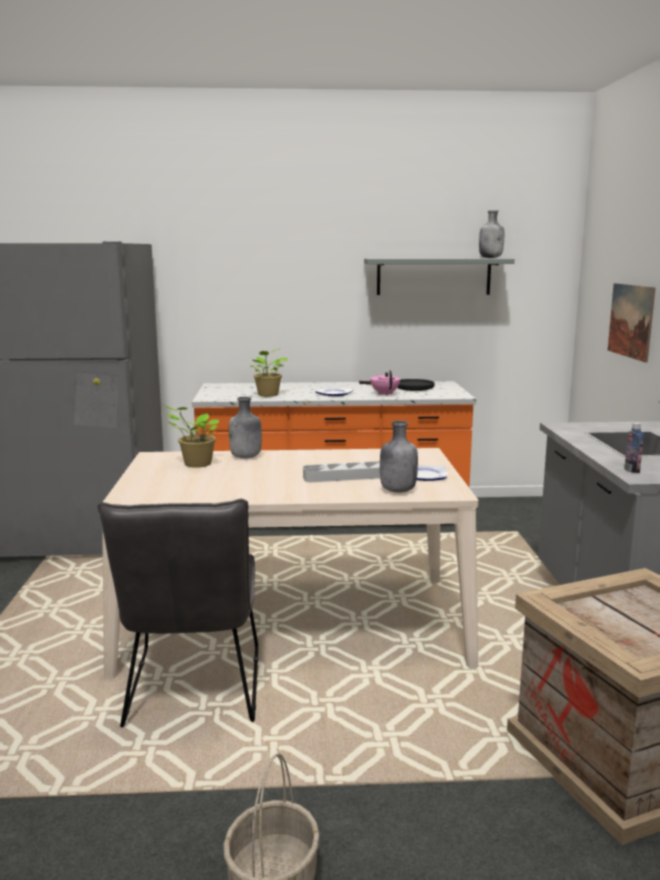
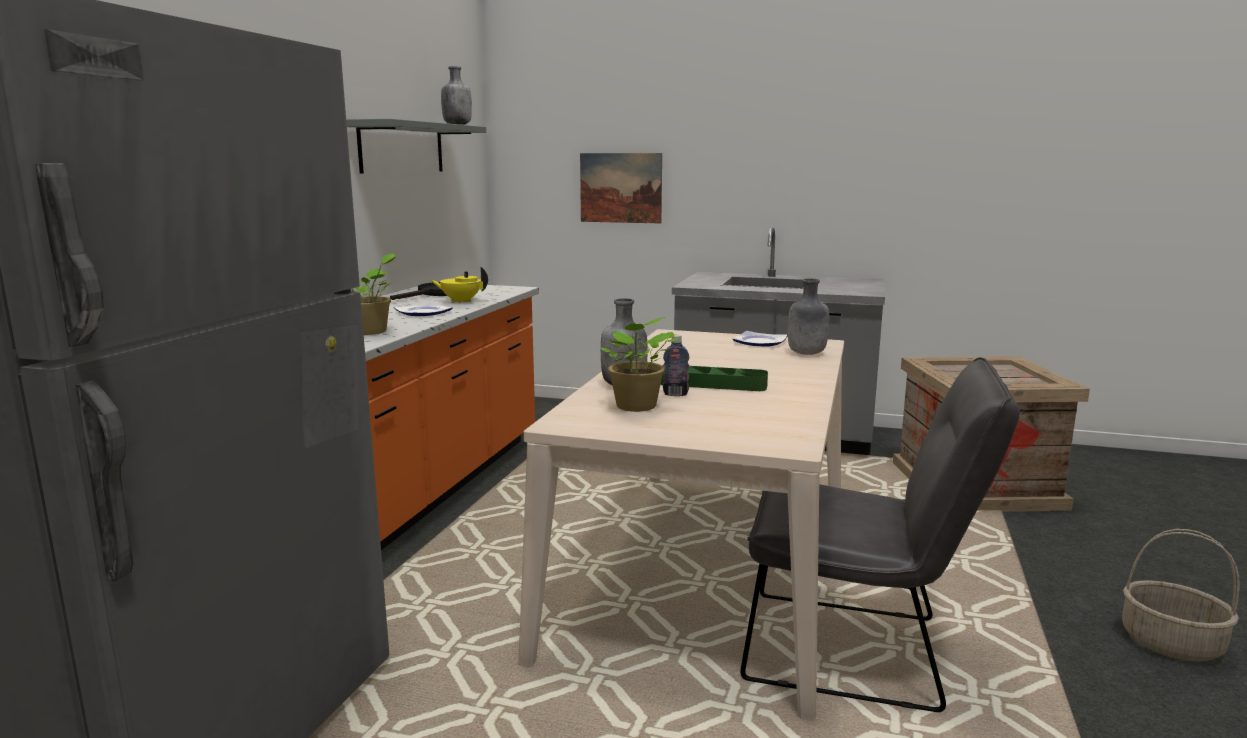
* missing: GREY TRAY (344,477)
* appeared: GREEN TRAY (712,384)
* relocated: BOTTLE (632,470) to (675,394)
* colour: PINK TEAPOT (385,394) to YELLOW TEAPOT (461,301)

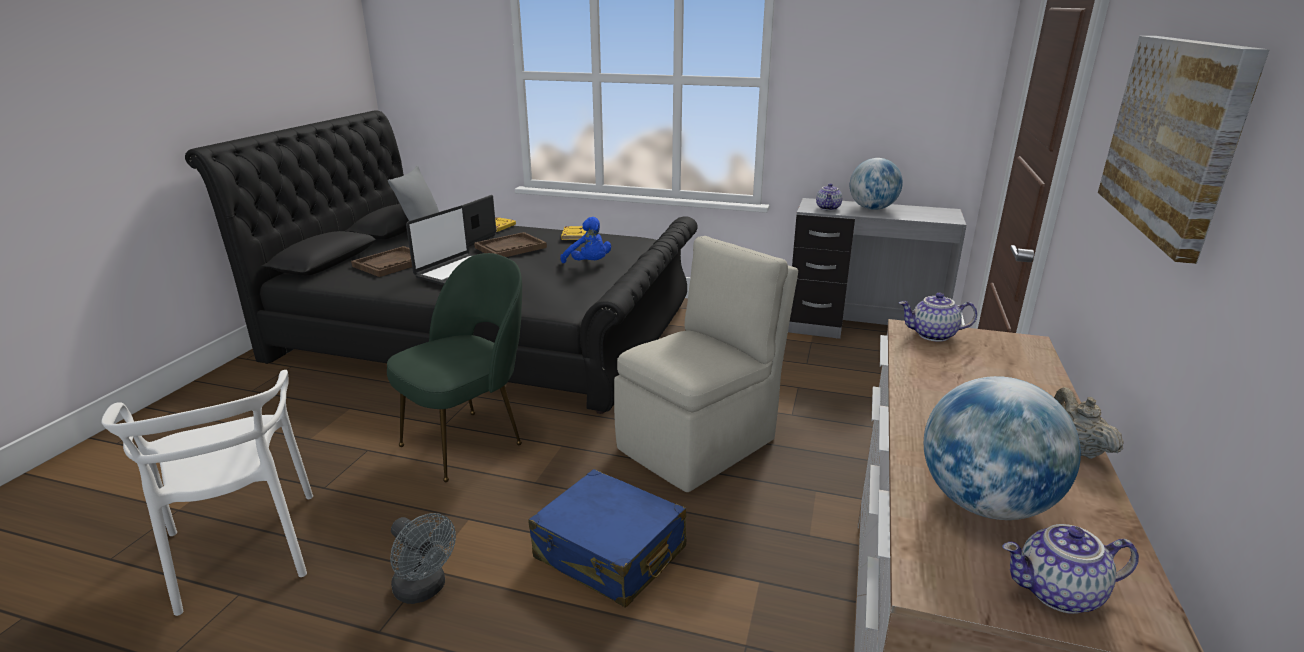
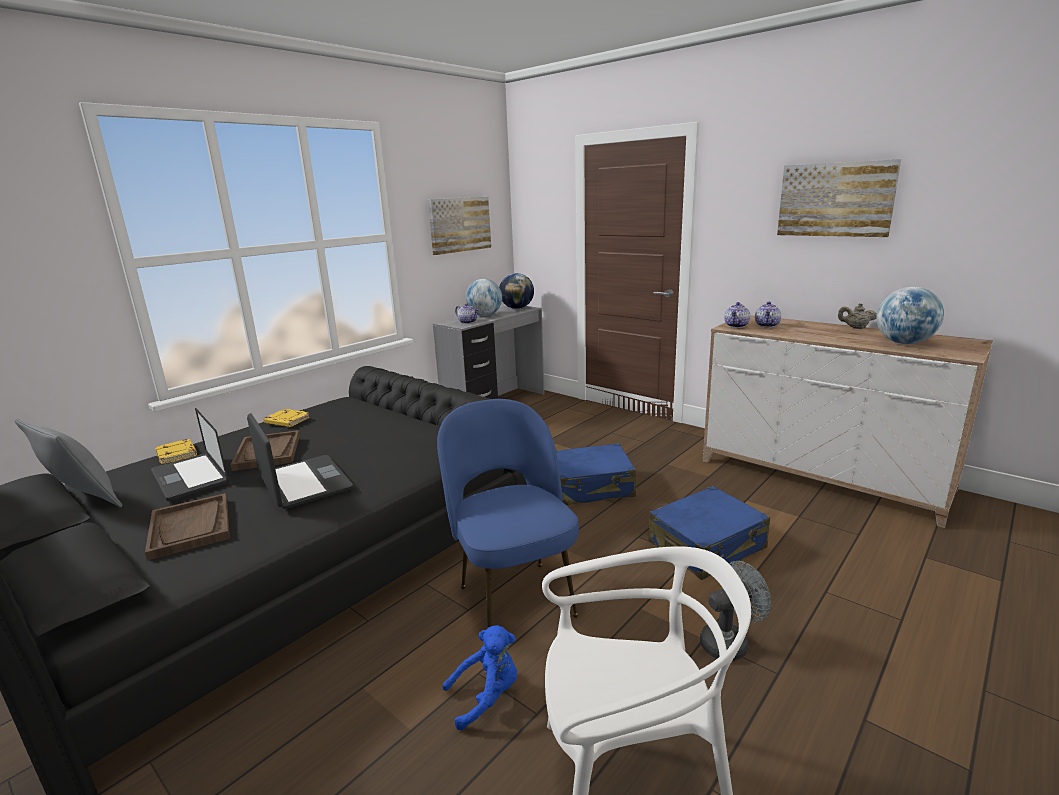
* appeared: PICTURE (459,224)
* appeared: GLOBE (517,308)
* relocated: BLUE PLUSH TOY (589,264) to (486,696)
* relocated: TEAPOT (1058,594) to (767,325)
* exchanged: BEIGE CHAIR (700,442) to BLUE SUITCASE (592,487)
* colour: GREEN CHAIR (470,441) to BLUE CHAIR (514,595)

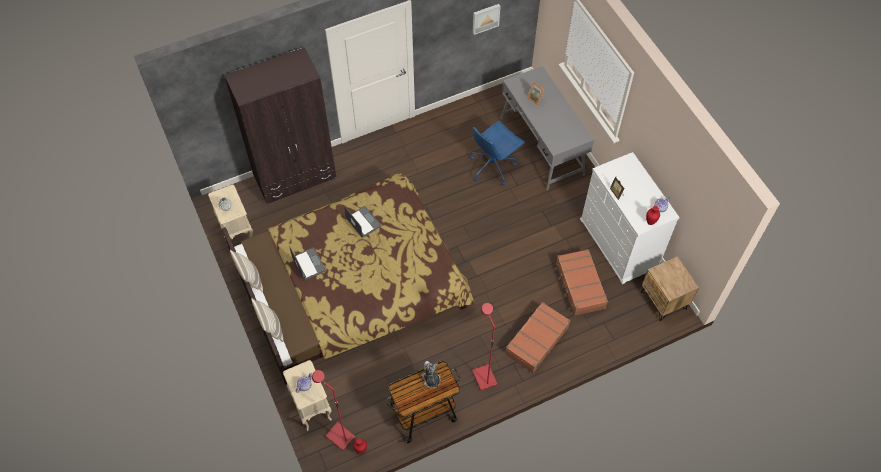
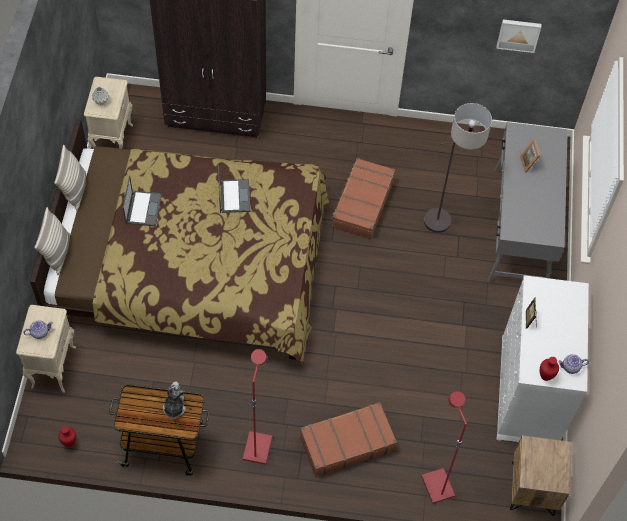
* relocated: RED FLOOR LAMP (339,437) to (436,486)
* relocated: BROWN SUITCASE (579,286) to (362,204)
* exchanged: BLUE OFFICE CHAIR (493,166) to GREY FLOOR LAMP (445,220)

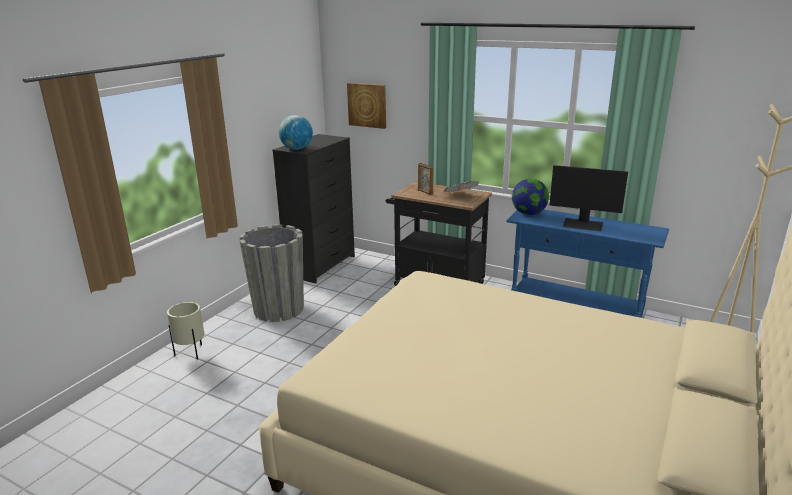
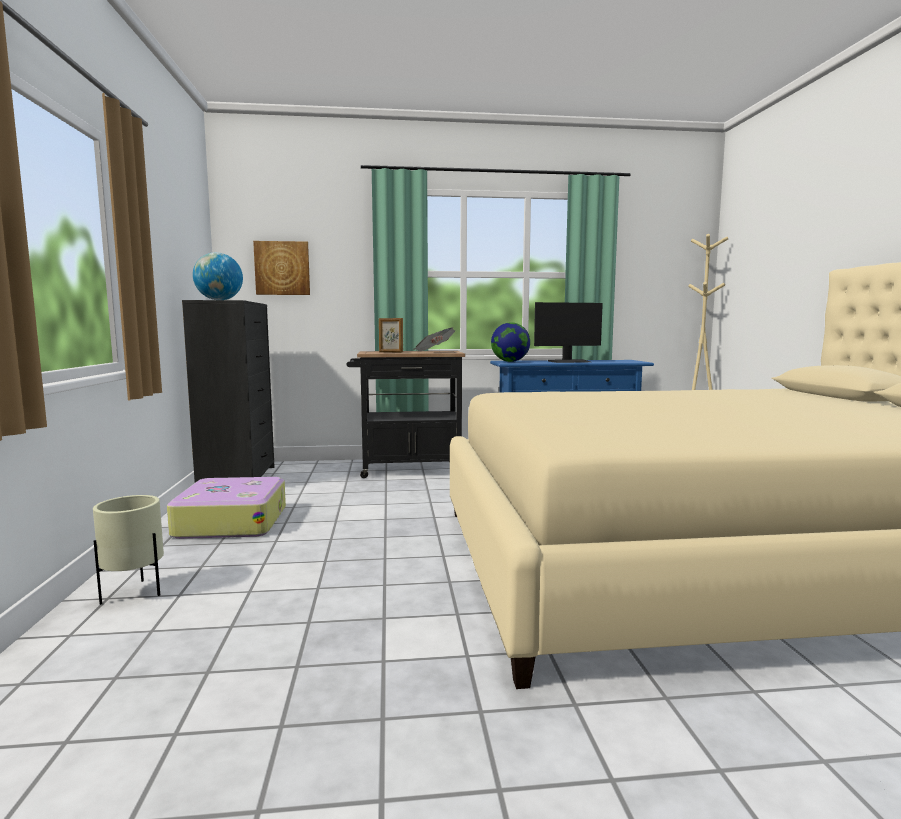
* exchanged: GREY PLANTER (278,309) to SUITCASE (231,522)

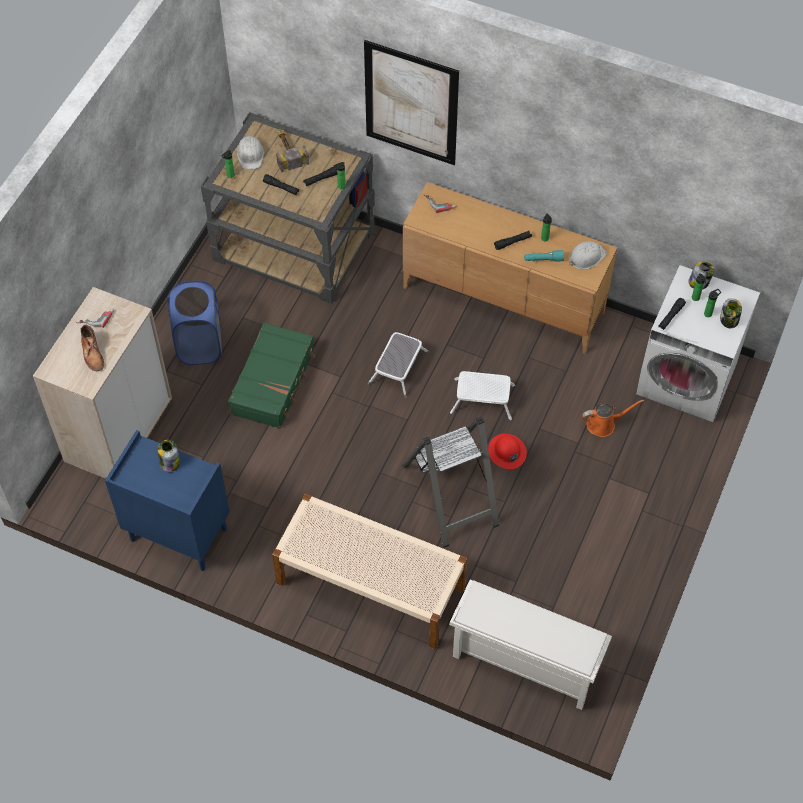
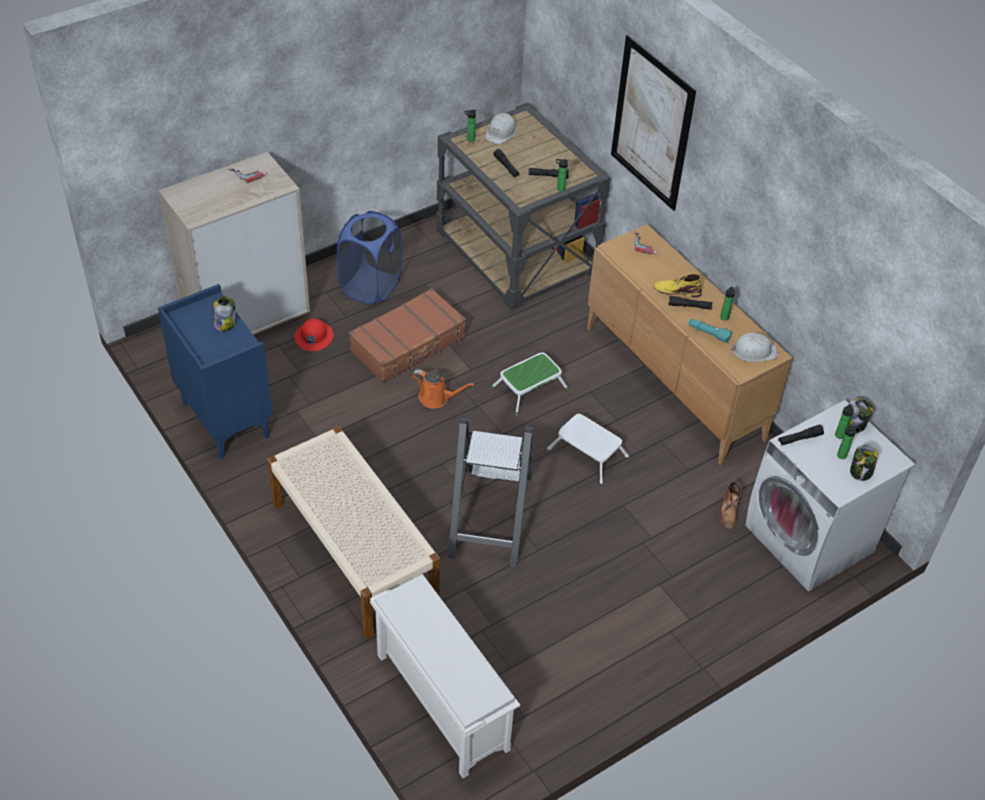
* missing: HAMMER (287,151)
* appeared: YELLOW BOOT (676,290)
* relocated: BROWN BOOT (92,353) to (729,511)
* relocated: RED HARD HAT (507,452) to (313,337)
* relocated: ORANGE WATERING CAN (604,424) to (436,398)
* colour: GREEN SUITCASE (274,382) to BROWN SUITCASE (409,345)
* colour: GREY STEP LADDER (399,368) to GREEN STEP LADDER (530,389)

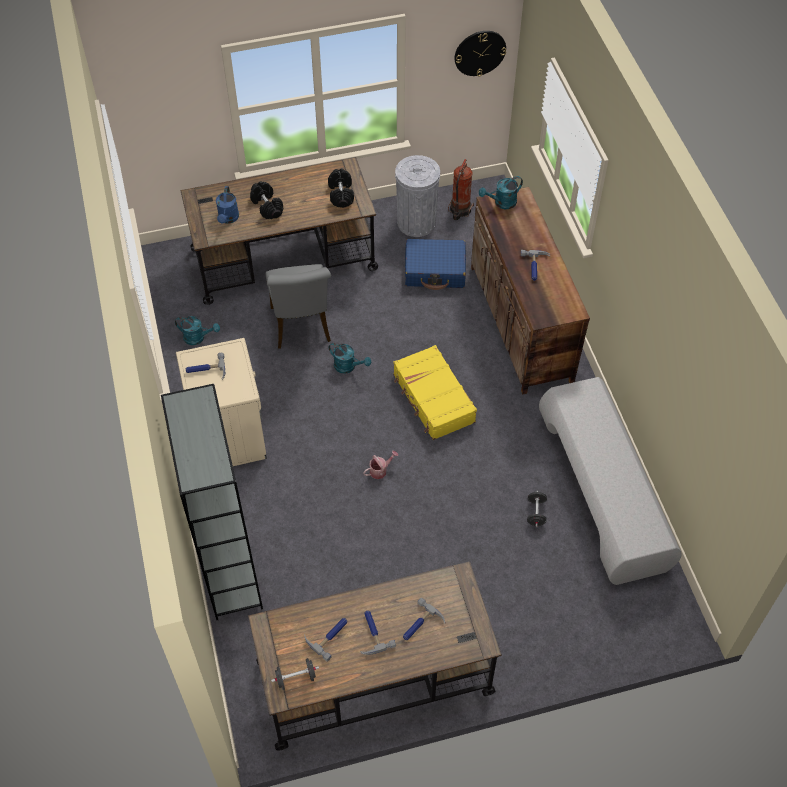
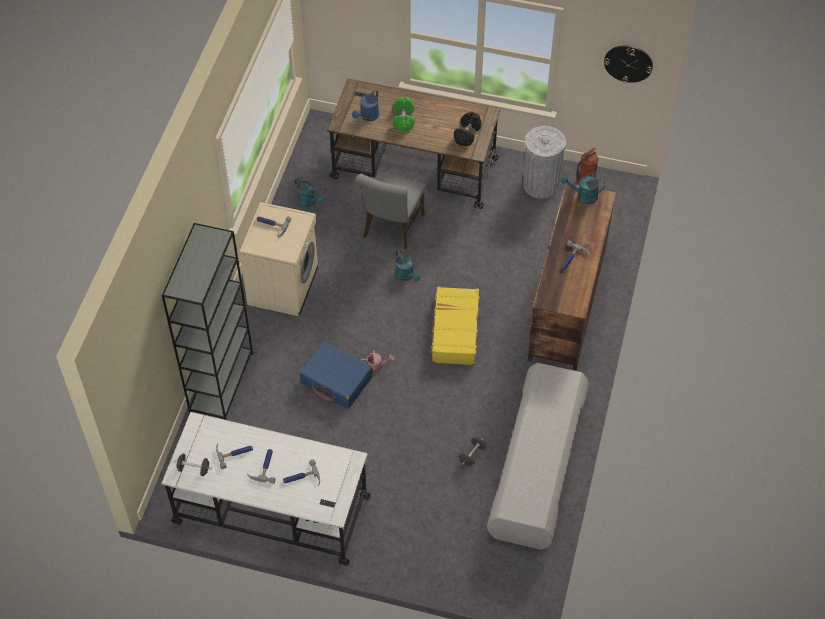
* relocated: BLUE SUITCASE (435,270) to (336,381)
* colour: BROWN DESK (375,677) to WHITE DESK (272,510)
* colour: BLACK DUMBBELL (267,206) to GREEN DUMBBELL (403,119)

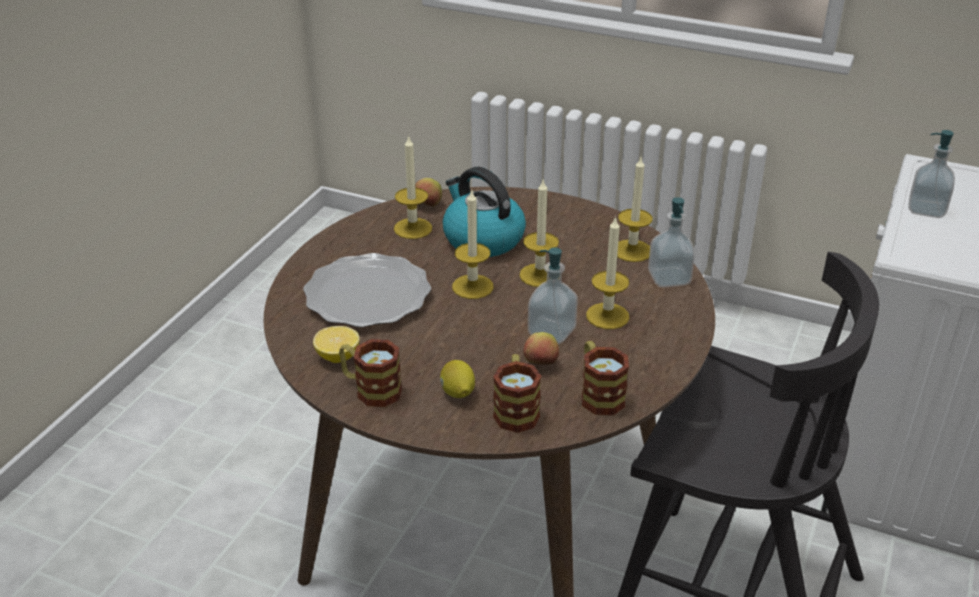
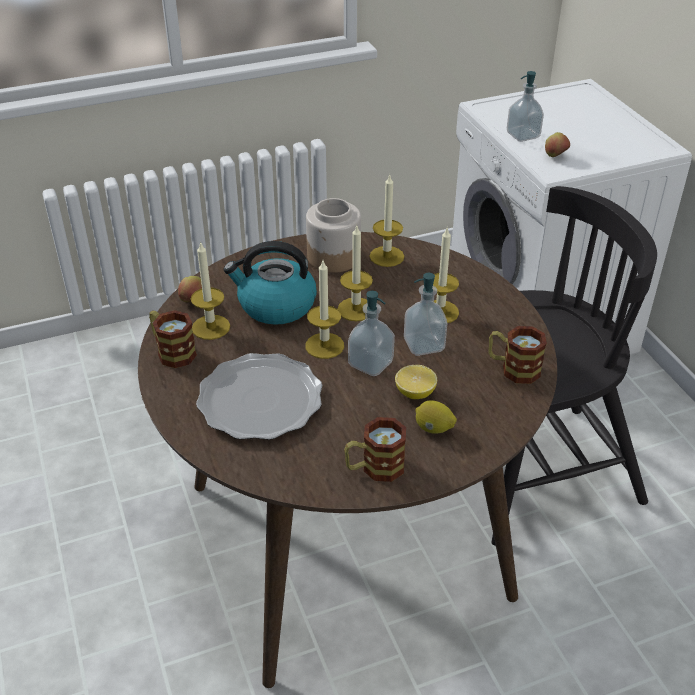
* appeared: JAR (334,257)
* relocated: LEMON (337,356) to (415,393)
* relocated: MUG (516,409) to (172,351)
* relocated: APPLE (540,364) to (555,156)
* relocated: SOAP DISPENSER (669,278) to (370,363)

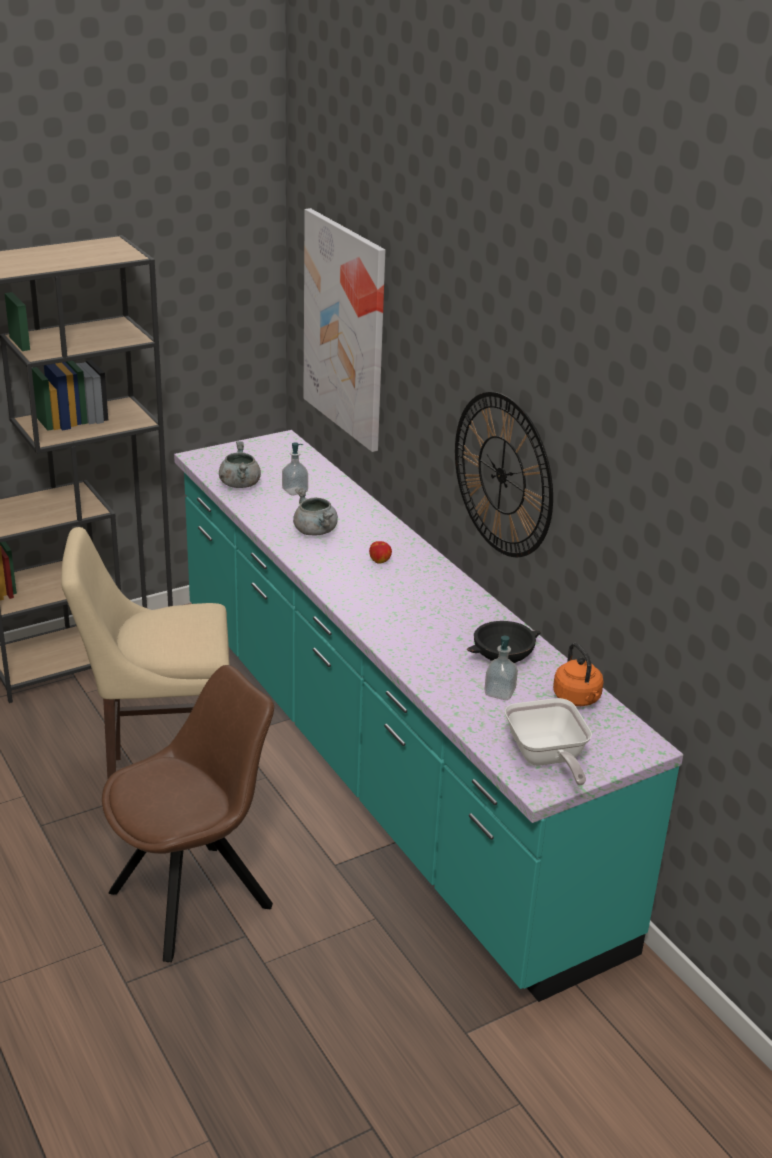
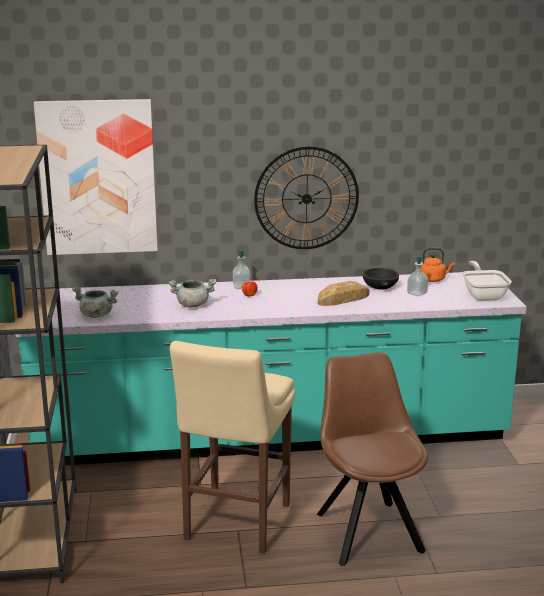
* appeared: BREAD (343,299)
* relocated: SOAP DISPENSER (295,490) to (241,286)
* spun: FRYING PAN (546,759) = (483,295) 105 degrees counterclockwise

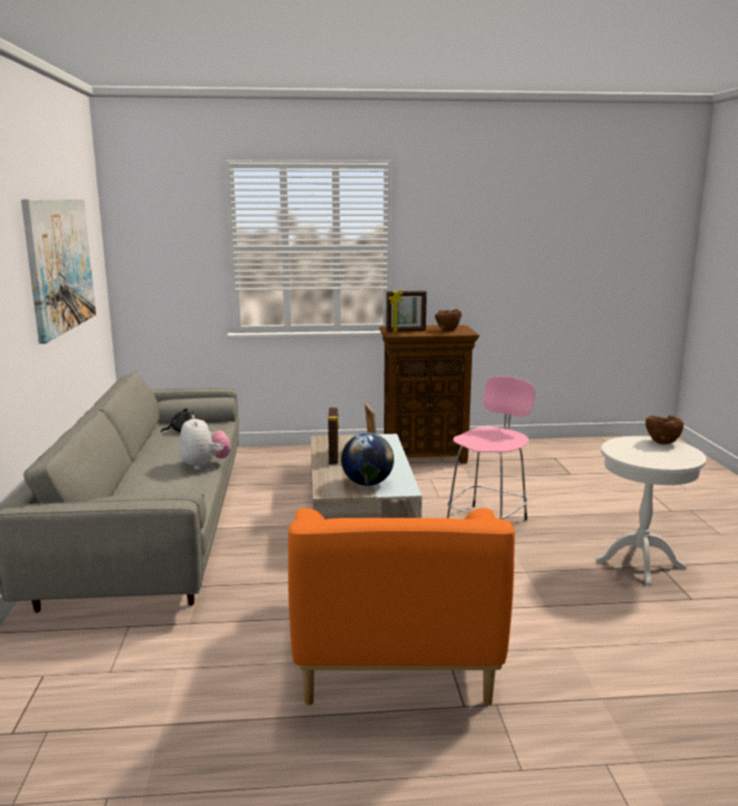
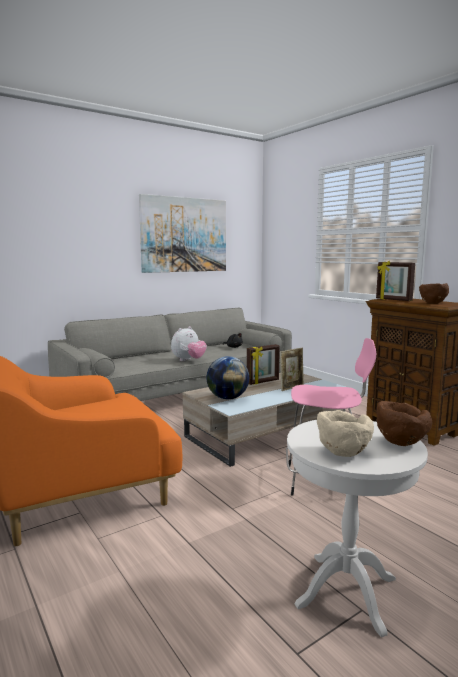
* appeared: BEIGE BOWL (343,453)

